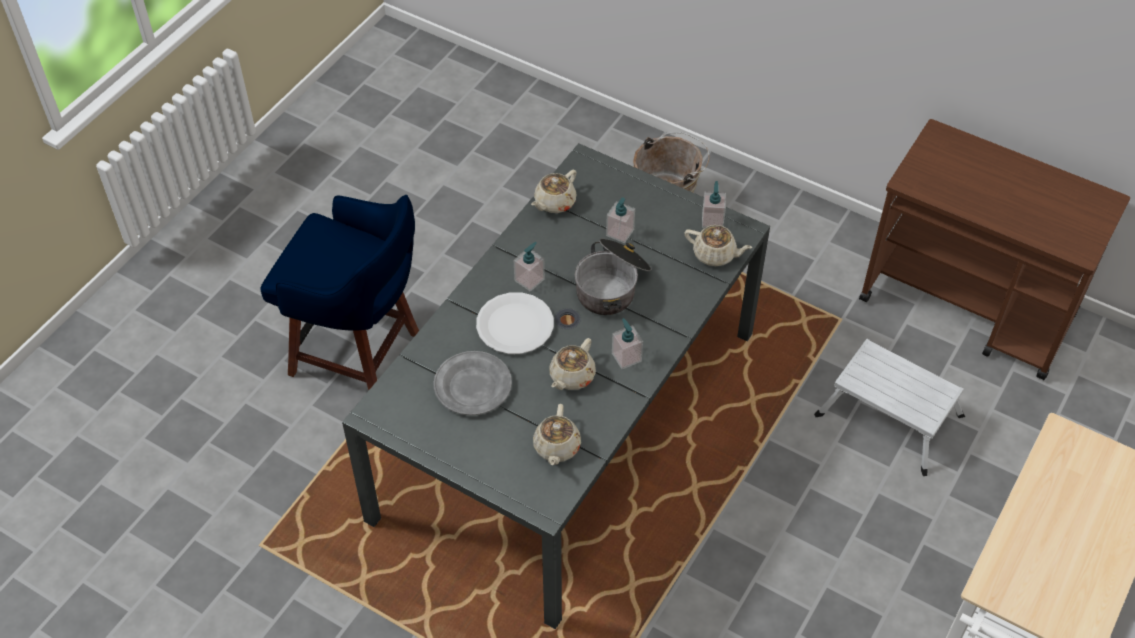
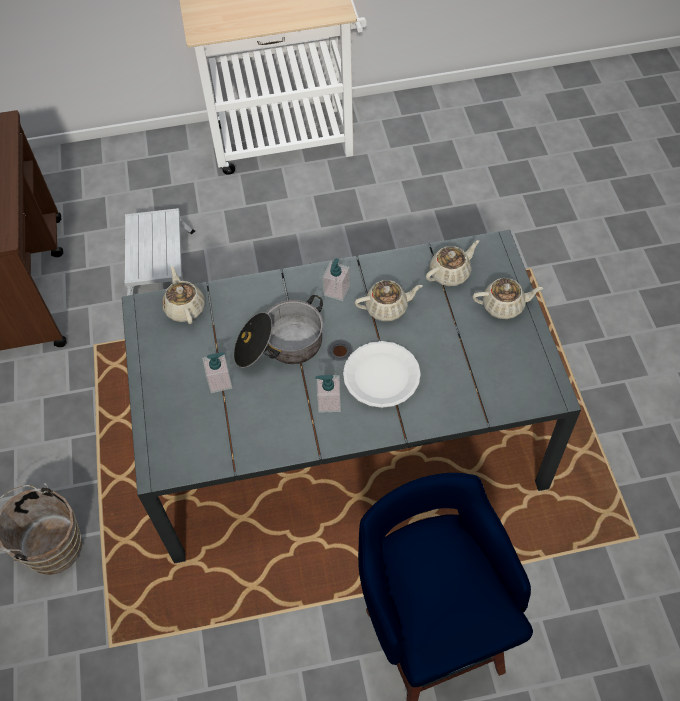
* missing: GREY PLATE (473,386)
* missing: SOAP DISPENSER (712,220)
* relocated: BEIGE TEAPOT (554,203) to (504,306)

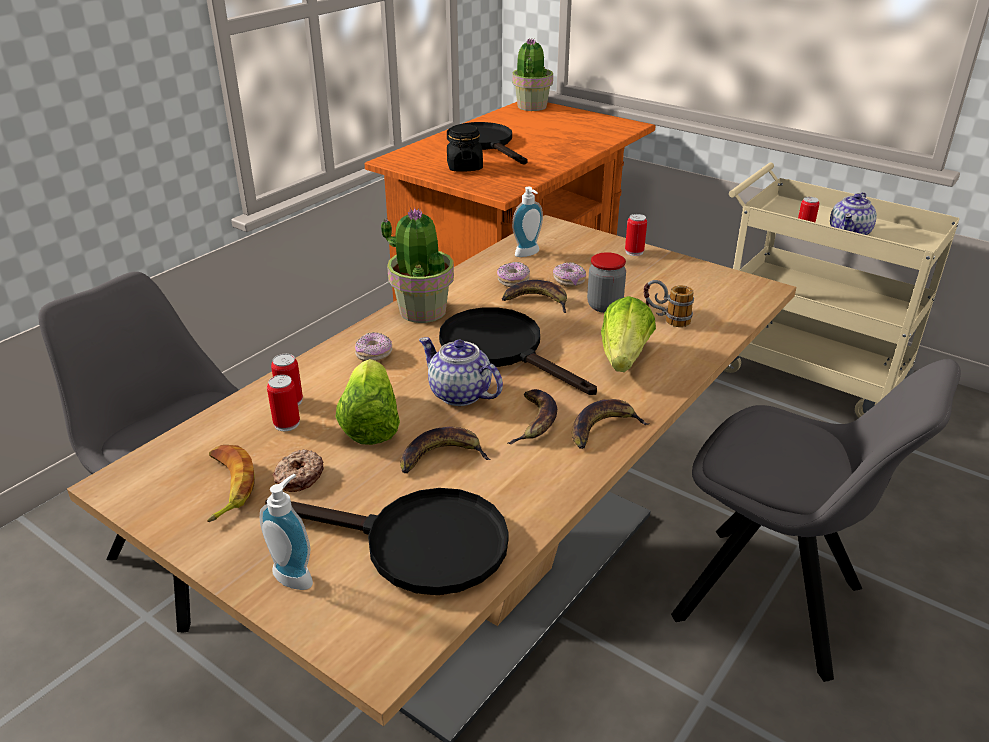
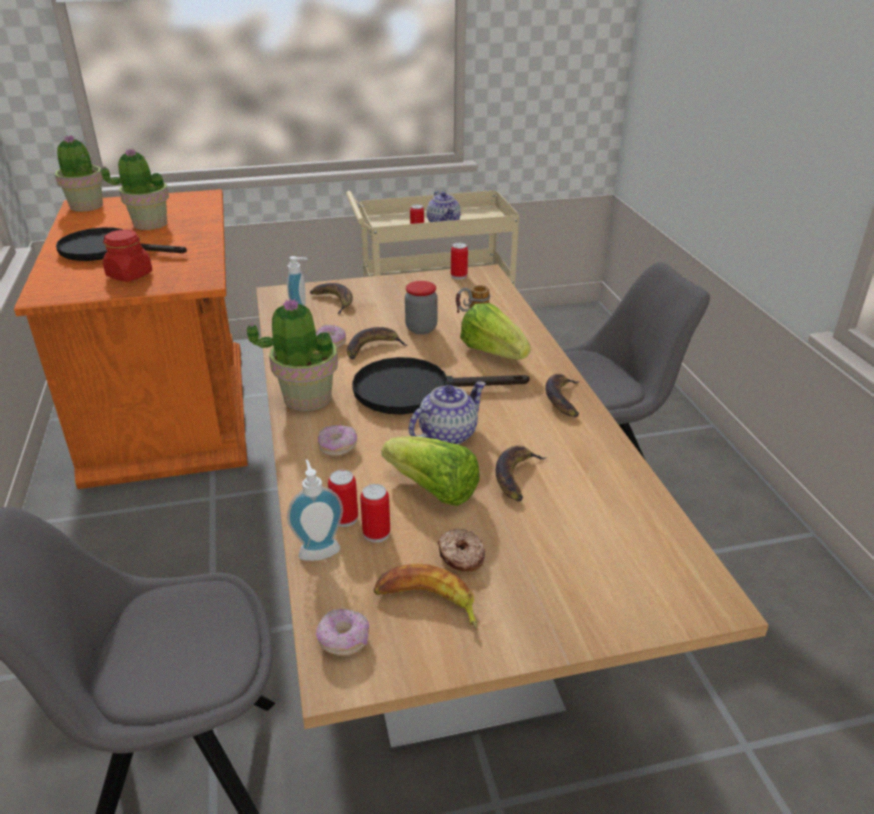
* missing: BLACK FRYING PAN (417,544)
* appeared: POTTED PLANT (149,223)
* relocated: SOAP DISPENSER (296,574) to (318,549)
* relocated: BANANA (535,421) to (334,301)
* relocated: DONUT (569,282) to (344,640)
* relocated: CAN (634,252) to (459,276)
* colour: BLACK JAR (464,167) to RED JAR (129,275)
* spun: TEAPOT (459,394) = (447,434) 150 degrees clockwise

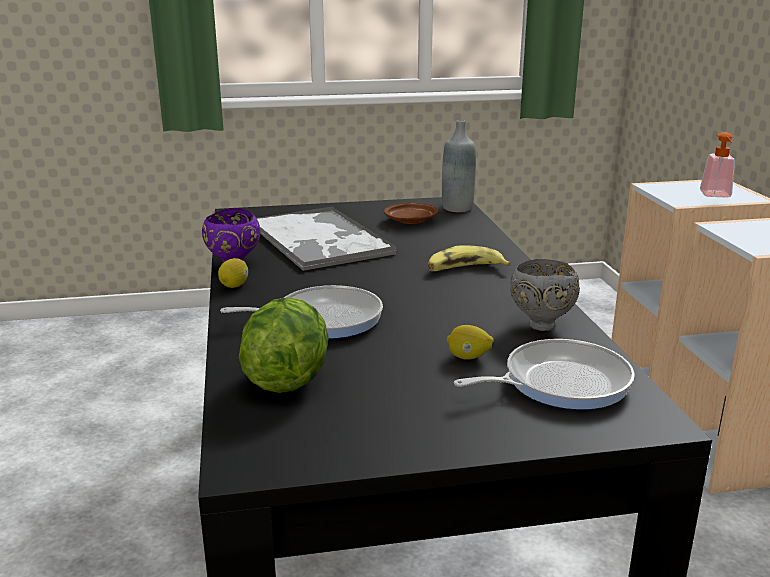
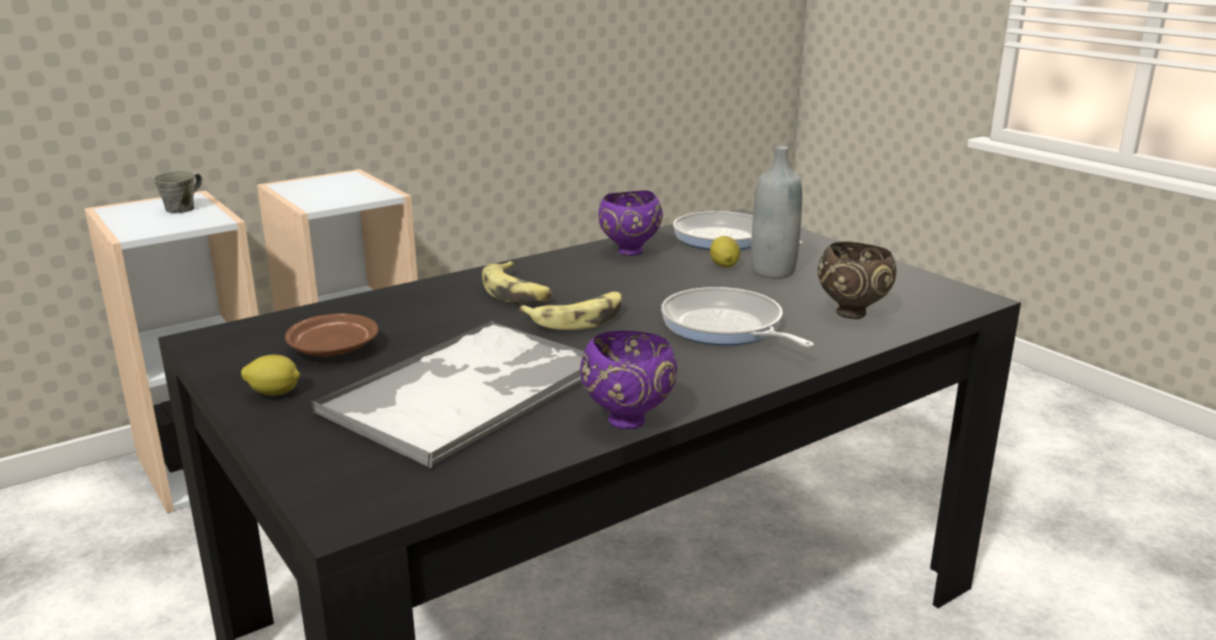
* appeared: BANANA (578,319)
* relocated: LEMON (235,285) to (274,393)
* relocated: GREY BOTTLE (457,208) to (773,271)
* exchanged: LETTUCE (287,378) to BROWN BOWL (853,313)
* exchanged: SOAP DISPENSER (716,196) to GREY MUG (182,209)
* colour: GREY BOWL (540,324) to PURPLE BOWL (629,252)

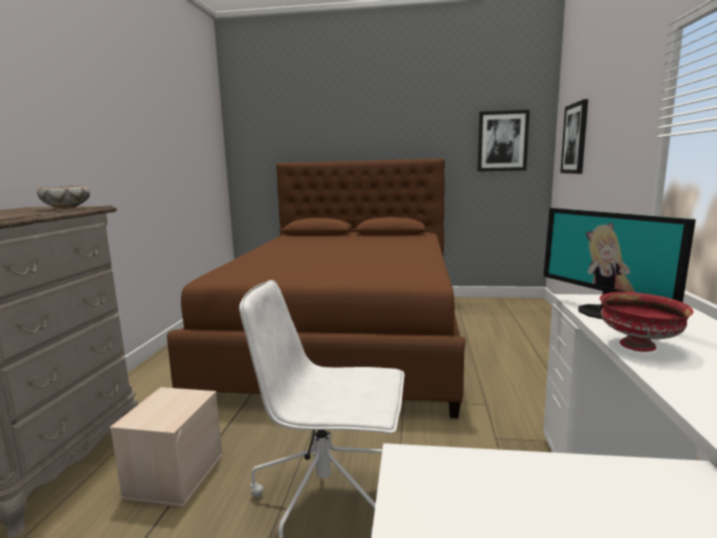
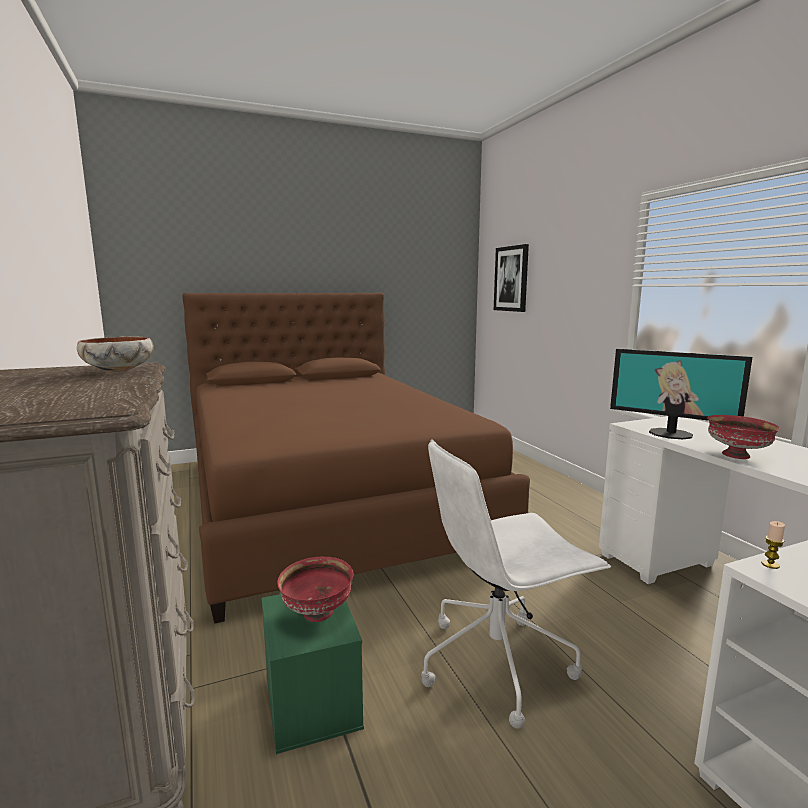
* missing: PICTURE (502,141)
* appeared: RED BOWL (318,614)
* appeared: CANDLE (770,564)
* colour: BEIGE STORAGE BOX (175,475) to GREEN STORAGE BOX (310,701)

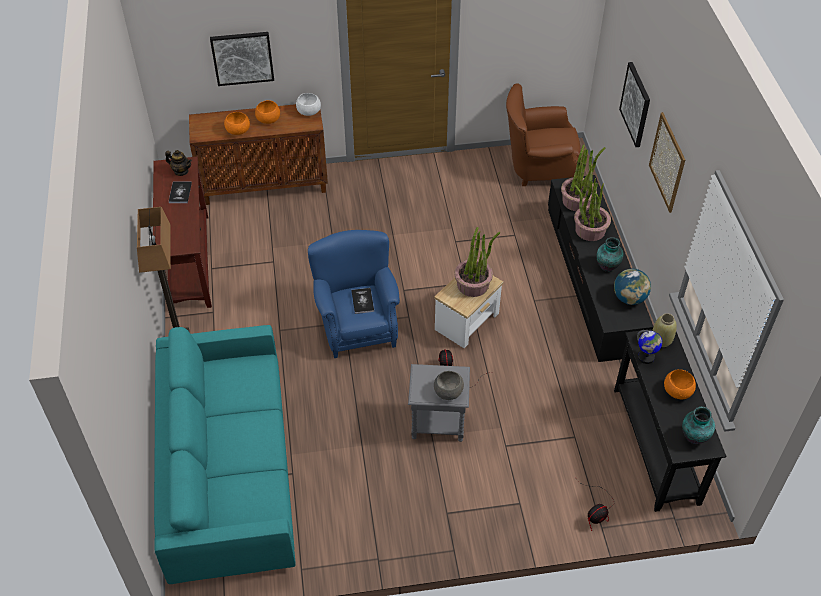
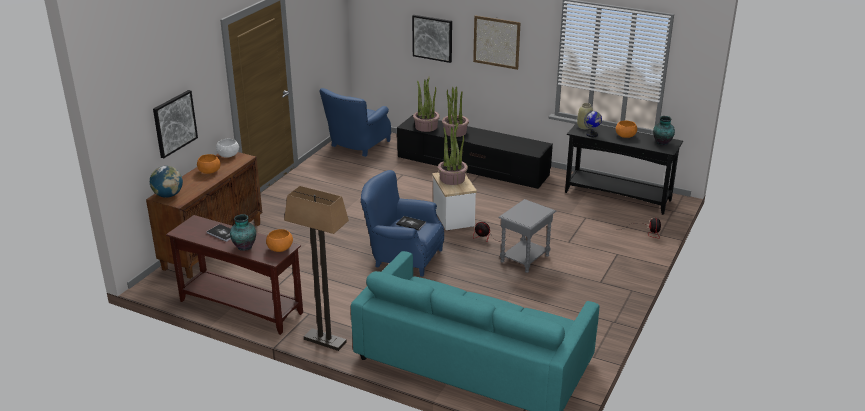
* missing: TEAPOT (181,171)
* missing: GREY BOWL (448,391)
* relocated: ORANGE BOWL (238,130) to (280,248)
* relocated: VASE (607,266) to (244,246)
* relocated: GLOBE (629,298) to (168,195)
* colour: BROWN ARMCHAIR (538,167) to BLUE ARMCHAIR (357,146)

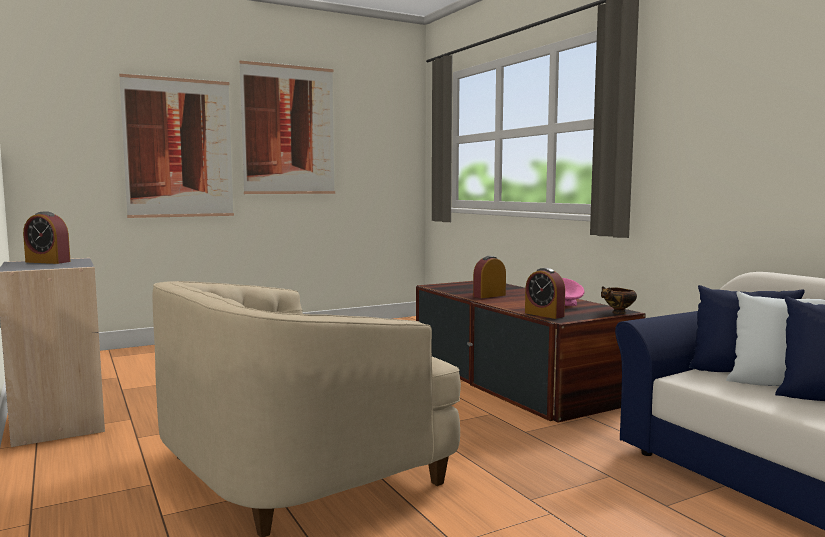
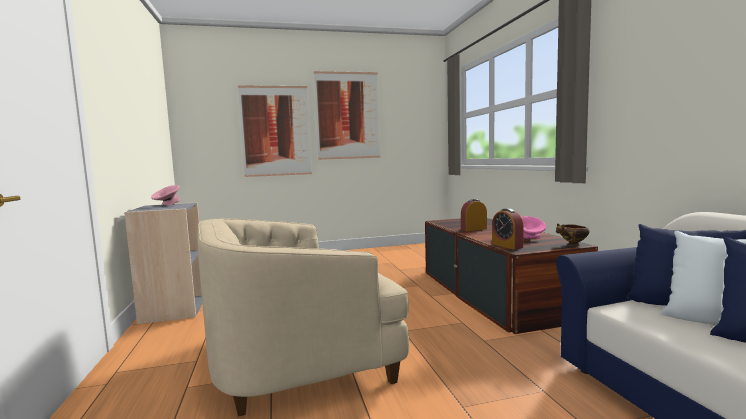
* exchanged: ALARM CLOCK (48,262) to PINK BOWL (167,205)

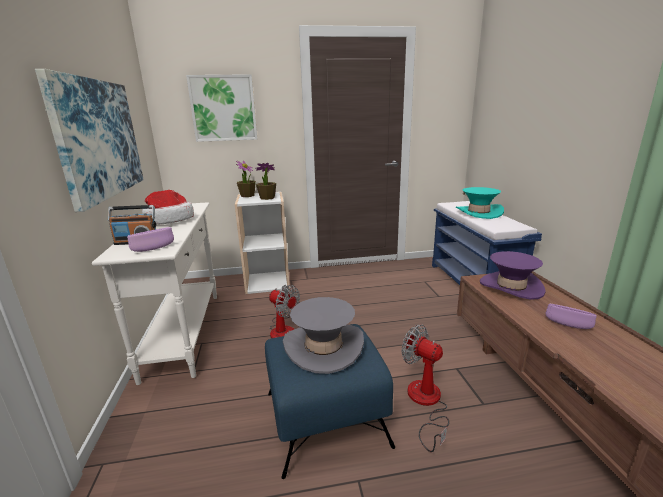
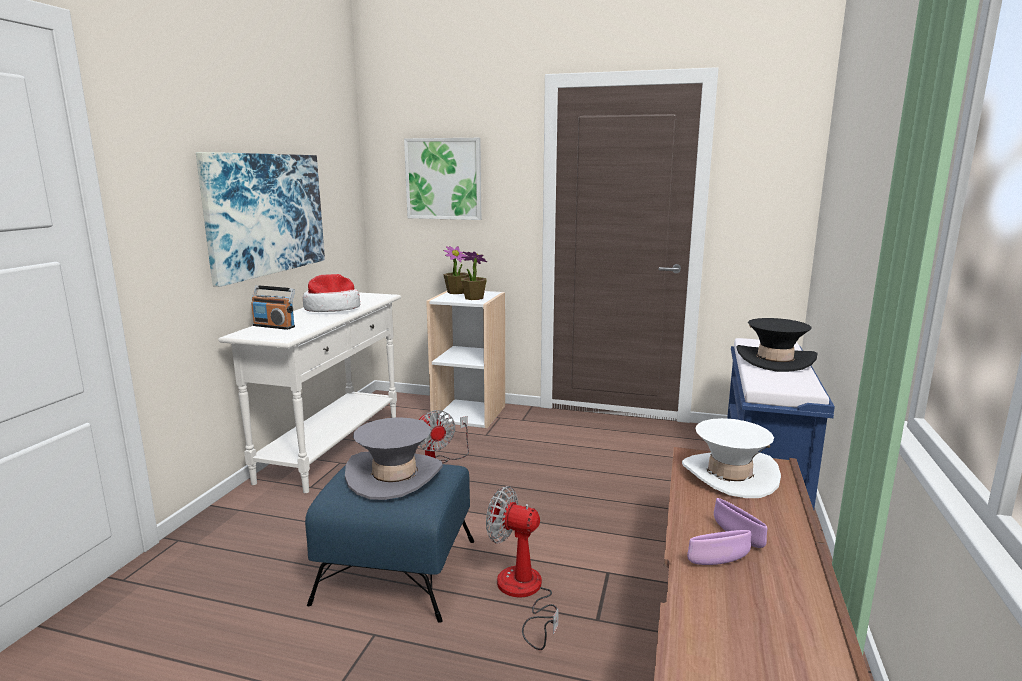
* relocated: PURPLE BOWL (153,249) to (718,562)
* colour: TURQUOISE HAT (478,212) to BLACK HAT (775,360)
* colour: PURPLE HAT (511,286) to WHITE HAT (729,475)
* spun: FAN (425,403) = (523,594) 45 degrees counterclockwise

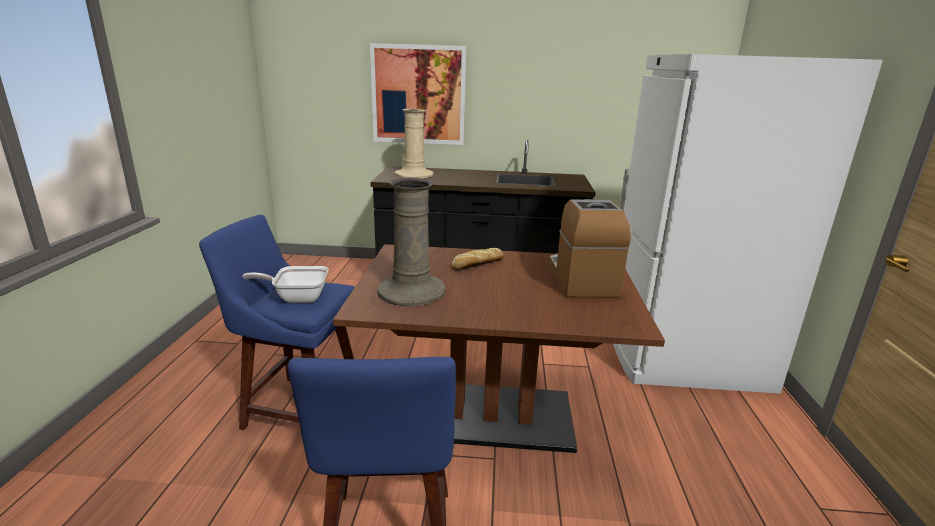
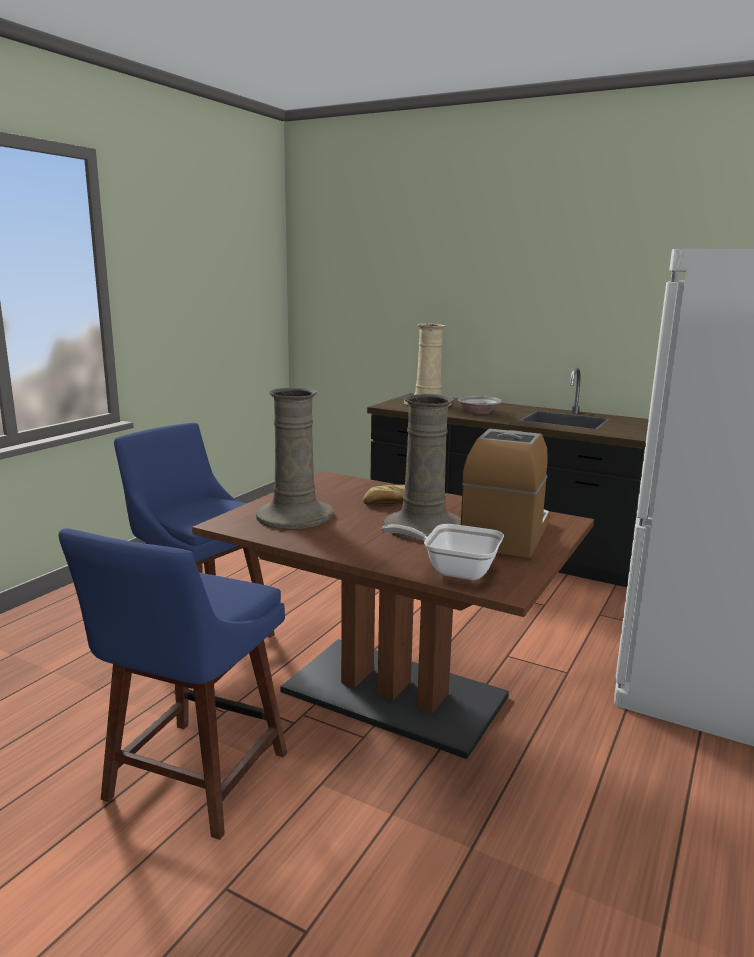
* missing: PICTURE (418,95)
* appeared: BEIGE VASE (422,526)
* appeared: BOWL (479,412)
* relocated: FRYING PAN (296,297) to (453,570)

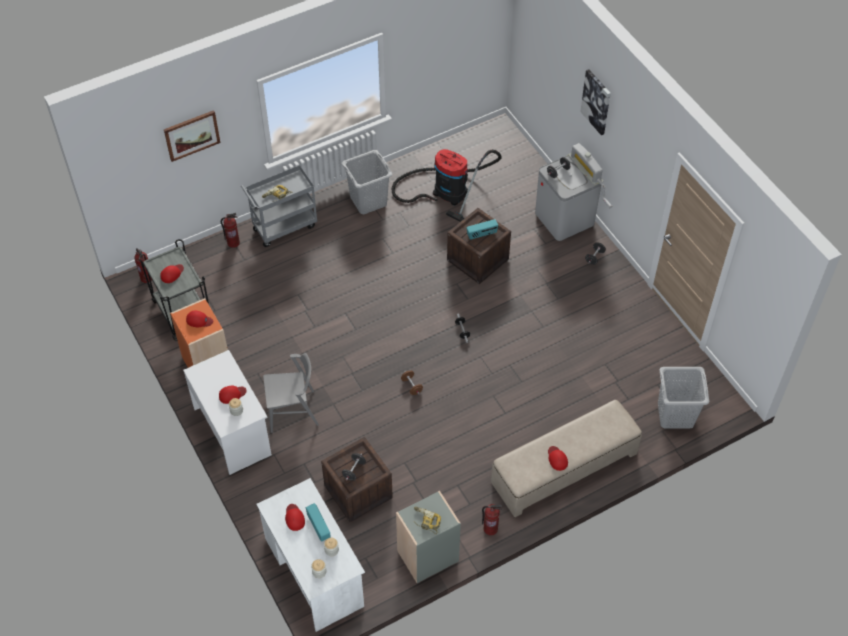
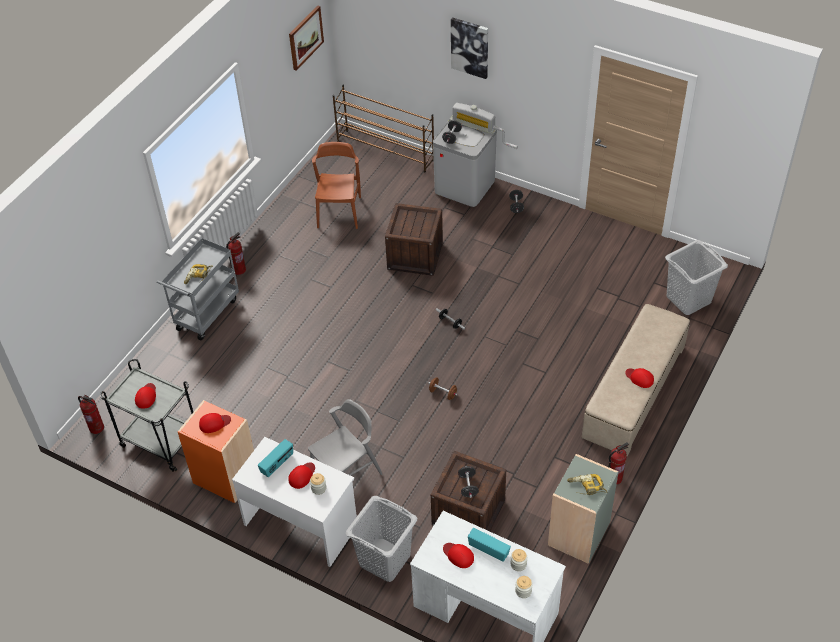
* appeared: BROWN SHOE RACK (385,151)
* relocated: PICTURE (191,135) to (305,37)
* relocated: FIRE EXTINGUISHER (233,243) to (239,270)
* relocated: GREY LAUNDRY BASKET (368,201) to (384,560)
* relocated: RADIO (482,234) to (277,464)
* exchanged: VACUUM CLEANER (446,191) to BROWN CHAIR (339,212)

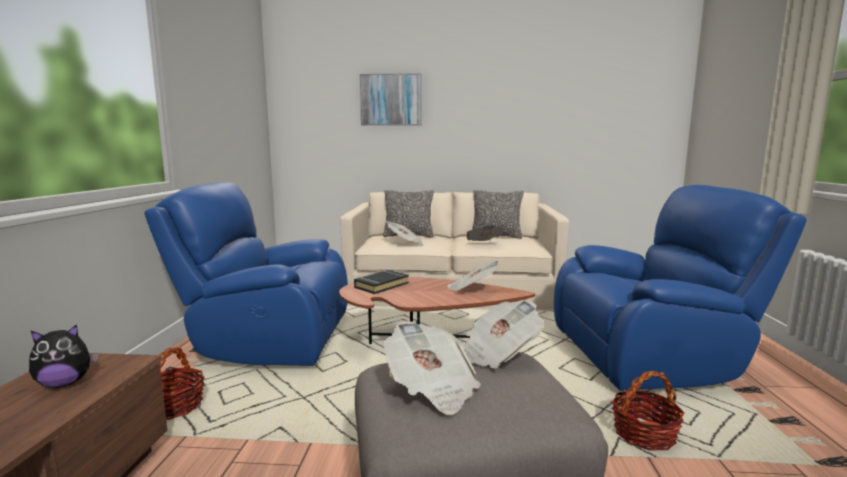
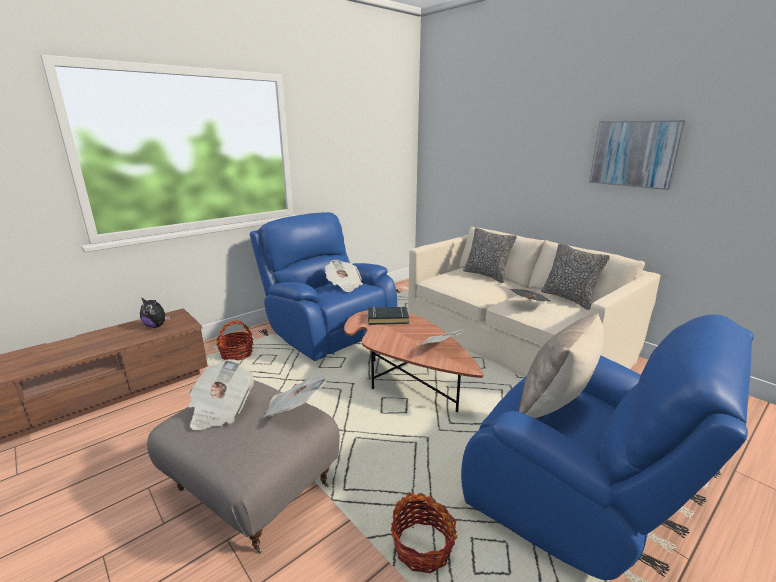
* appeared: BEIGE PILLOW (556,404)
* relocated: PICTURE (391,100) to (634,154)
* relocated: NEWSPAPER (405,243) to (344,285)

